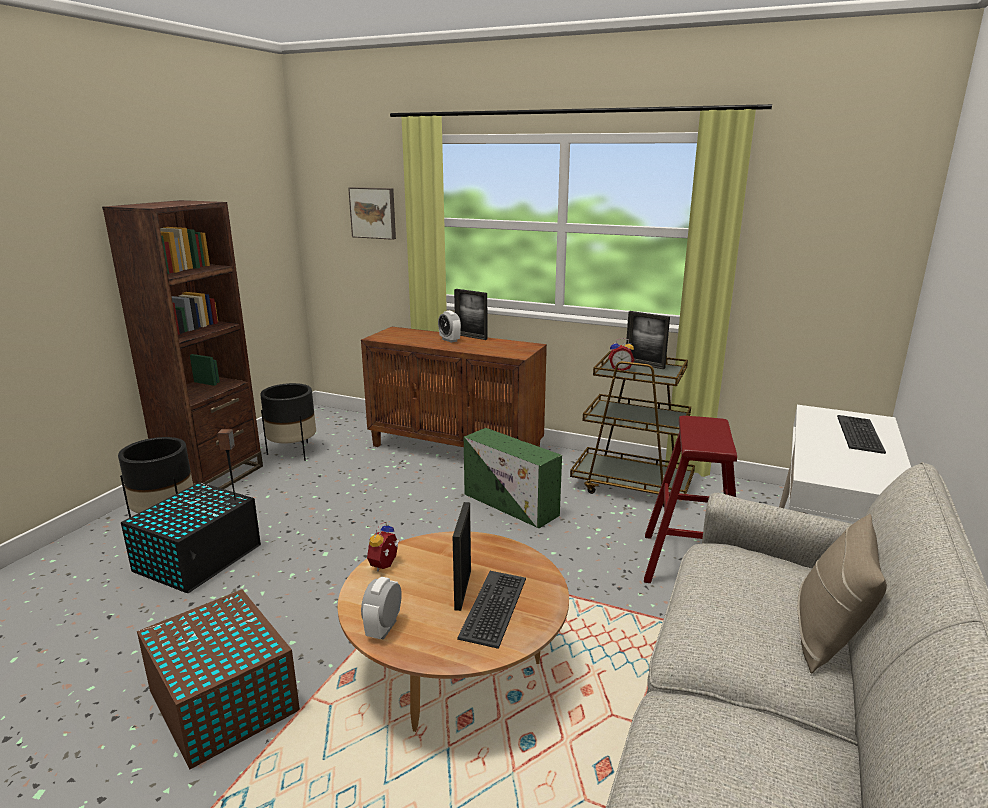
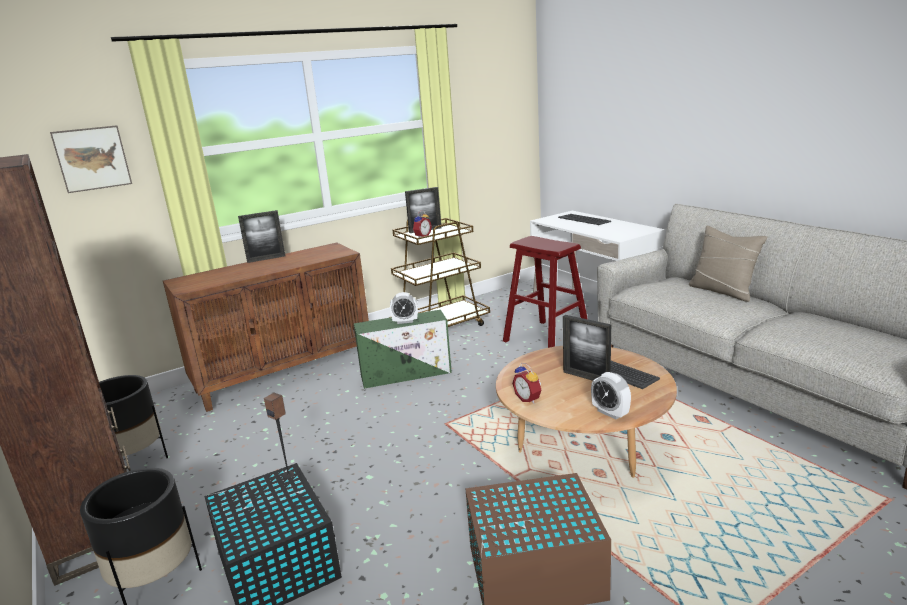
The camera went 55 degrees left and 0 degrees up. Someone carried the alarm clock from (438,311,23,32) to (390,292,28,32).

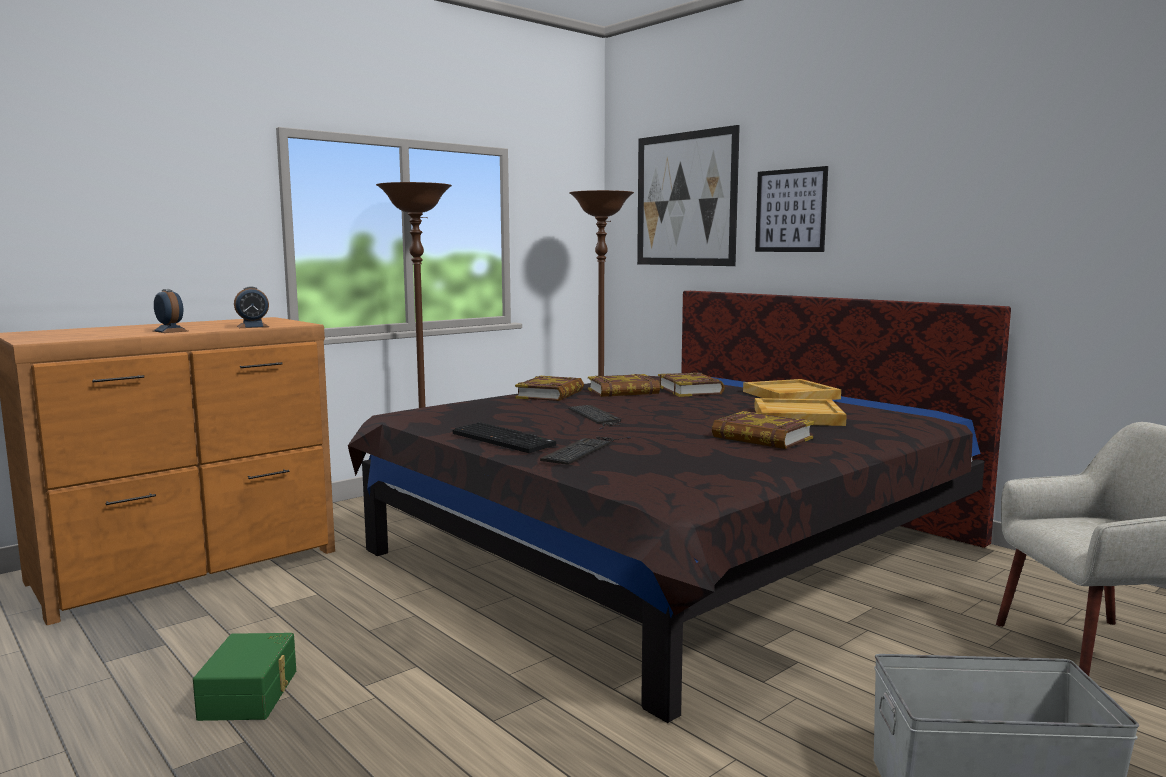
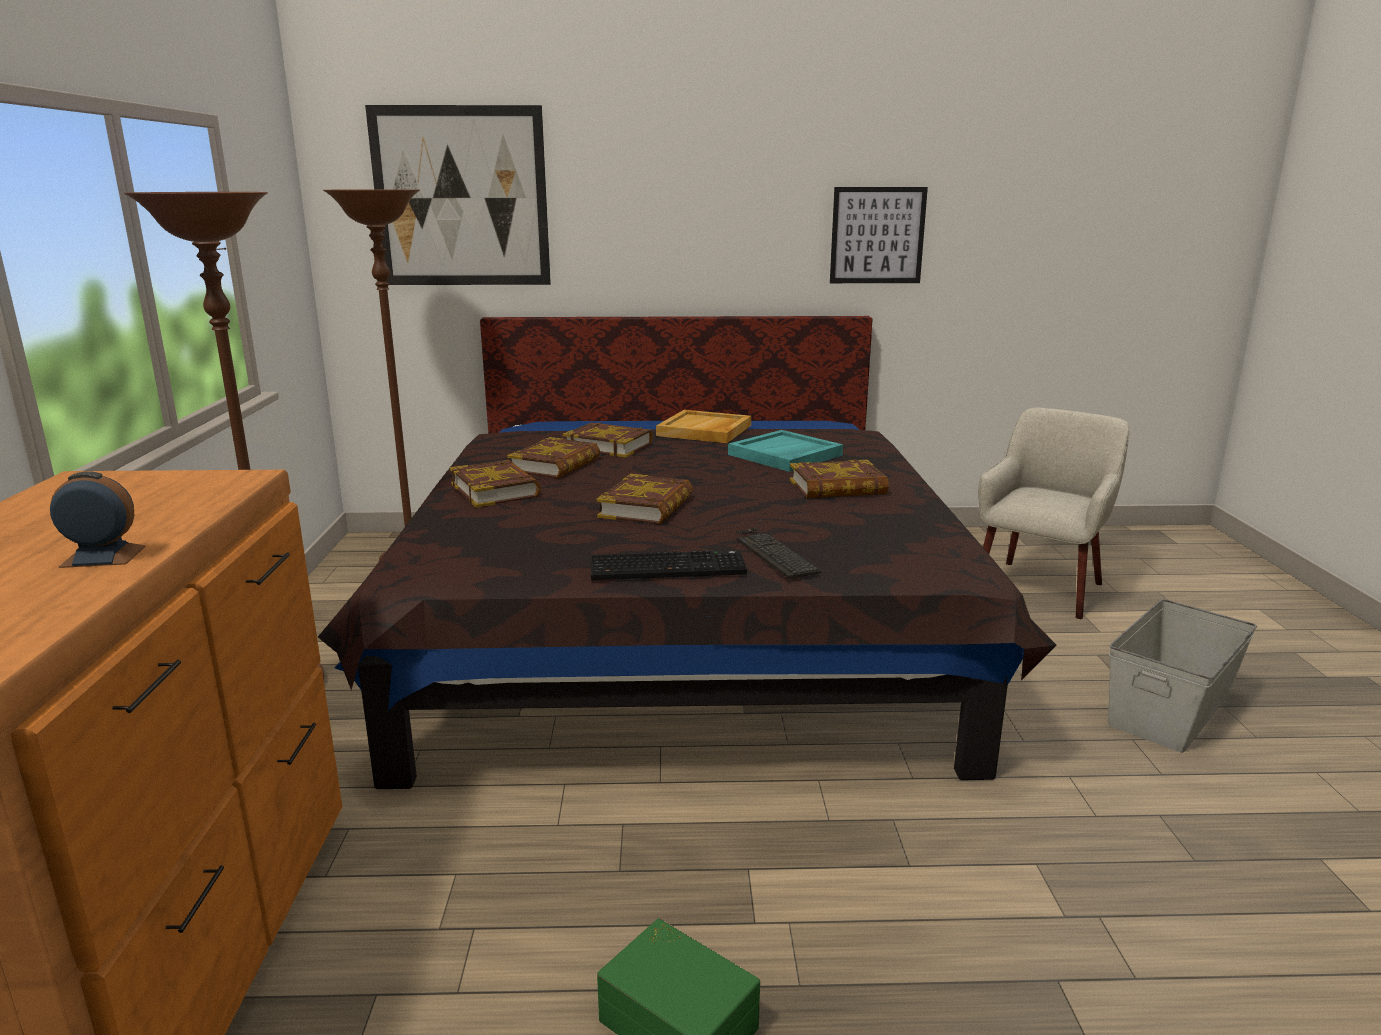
The camera went 50 degrees left and 10 degrees up. Someone took away the alarm clock at (234,287,35,41). Someone swapped the keyboard at (568,405,53,24) for the book at (596,474,97,50). Someone repainted the tray (beige) at (754,398,93,28), which became the tray (turquoise) at (728,430,115,42). Someone carried the picture from (755,166,73,86) to (830,187,98,96).

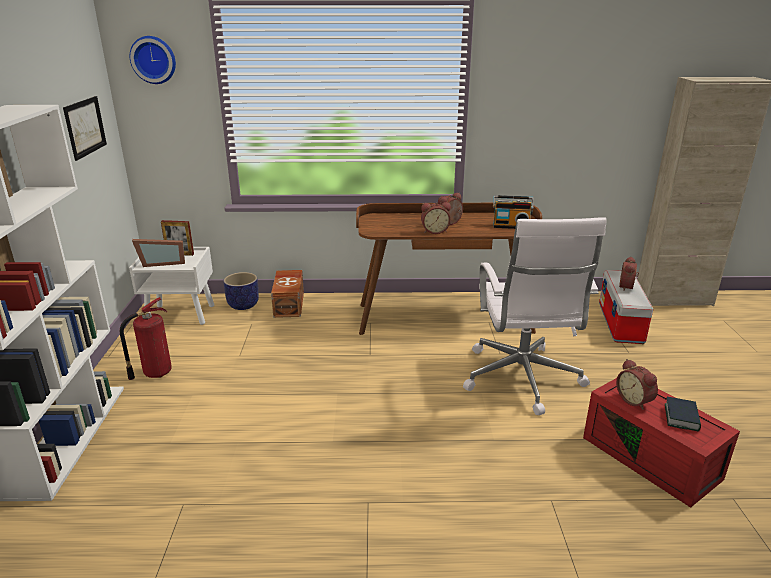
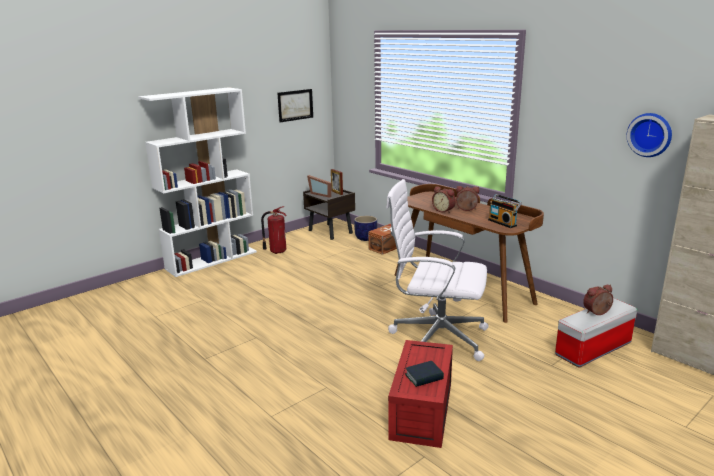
The camera went 50 degrees right and 5 degrees down. Someone repainted the nightstand (white) at (129,247,85,78), which became the nightstand (brown) at (303,189,52,51). Someone carried the wall clock from (130,36,46,48) to (627,113,45,44). Someone rotated the office chair (white) at (463,217,144,198) by 60 degrees clockwise. Someone took away the alarm clock at (616,359,42,51).

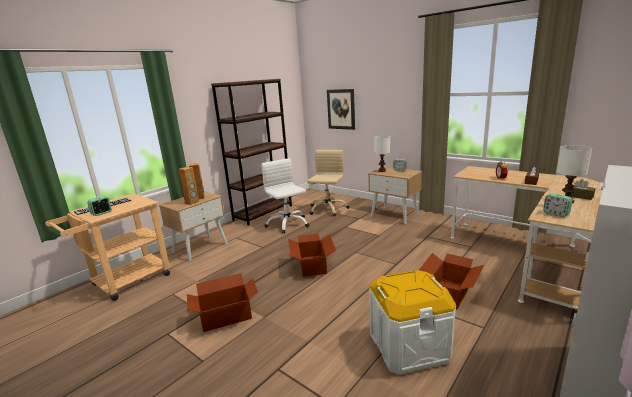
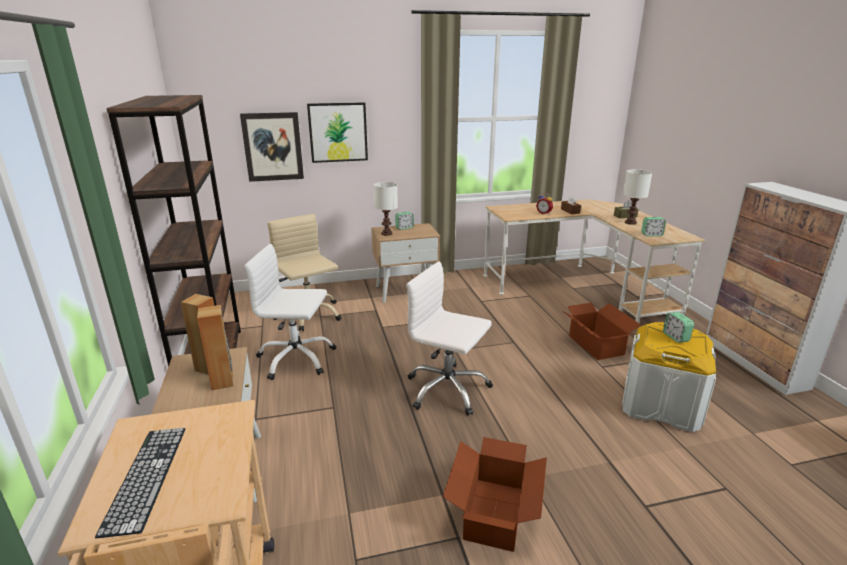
The camera went 55 degrees left and 5 degrees up. Someone carried the alarm clock from (87,196,25,20) to (663,312,31,31). Someone swapped the cardboard box at (288,233,48,44) for the office chair (white) at (406,261,87,155). Someone put up the picture at (307,102,61,61).

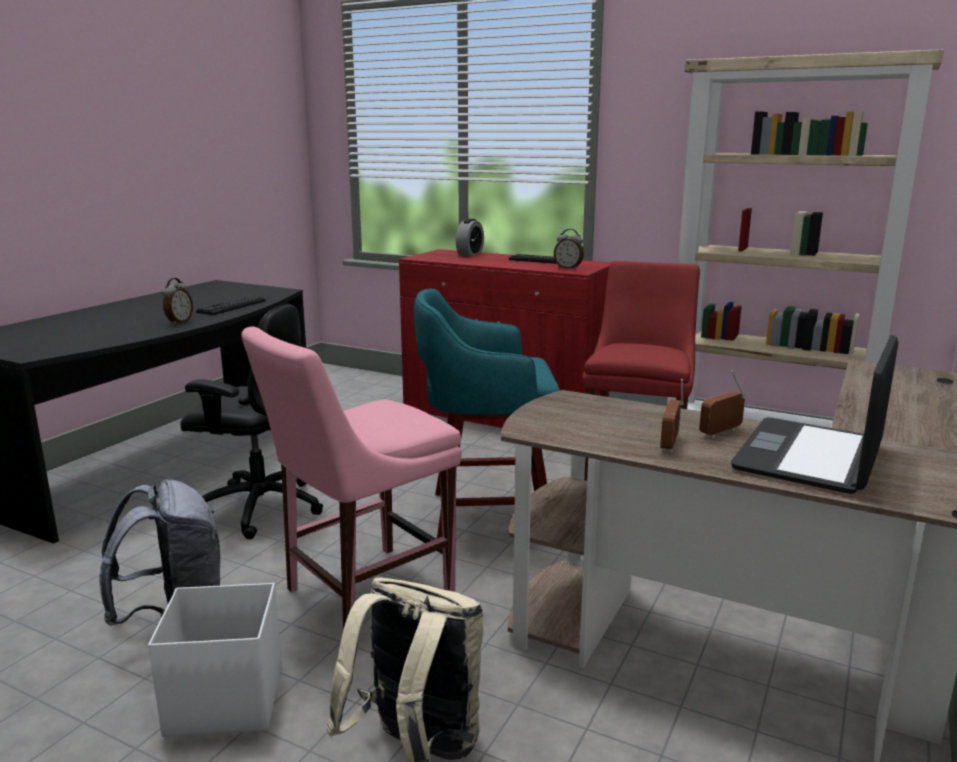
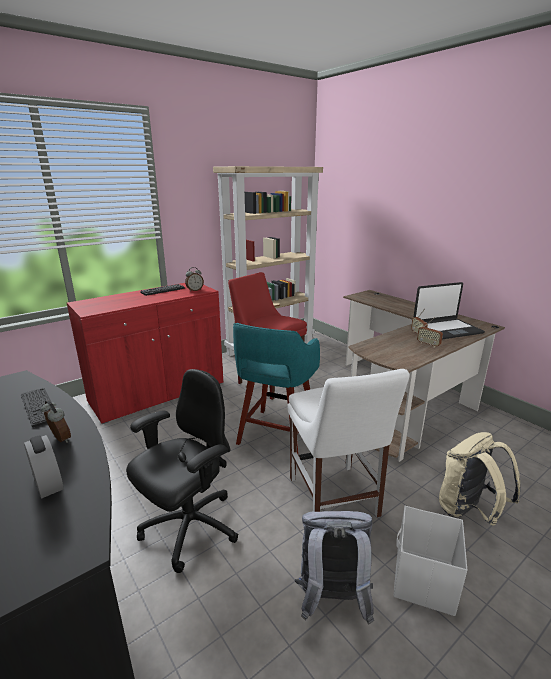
The camera went 65 degrees left and 5 degrees up. Someone repainted the chair (pink) at (241,327,221,303), which became the chair (white) at (287,369,123,148). Someone carried the alarm clock from (456,219,28,37) to (24,435,40,63). Someone rotated the laptop at (731,335,167,159) by 75 degrees counterclockwise.

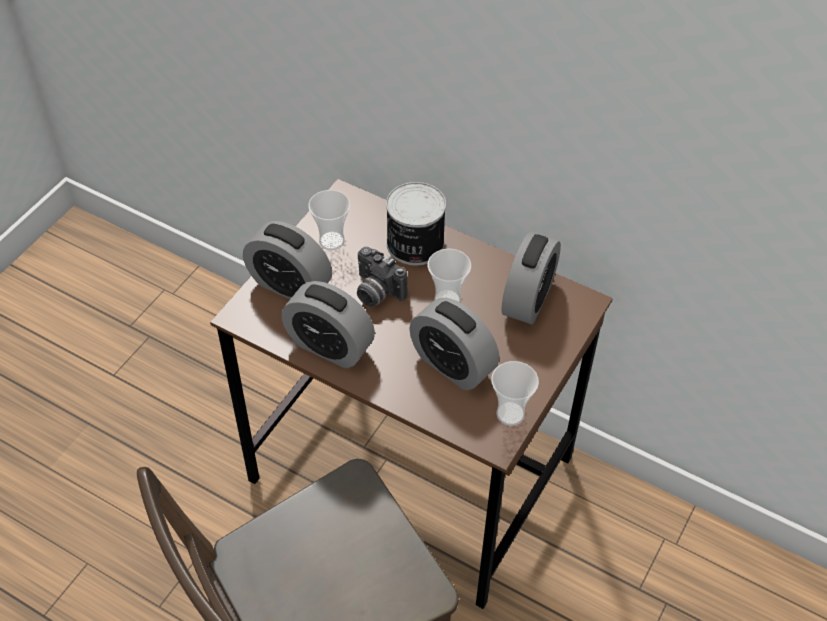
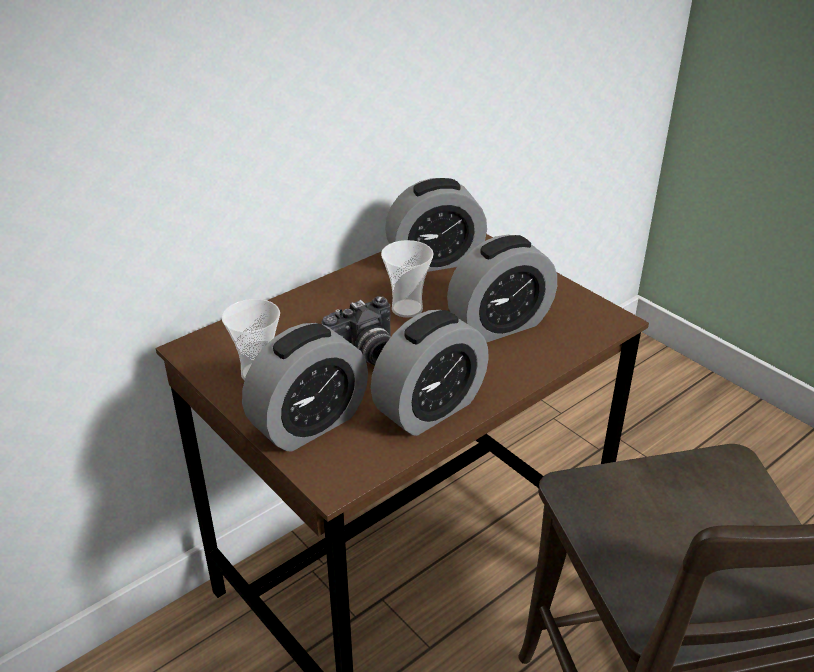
The camera went 70 degrees left and 15 degrees down. Someone took away the can at (386,182,60,84). Someone took away the cup at (491,361,48,65). Someone rotated the alarm clock at (501,232,60,93) by 120 degrees clockwise.

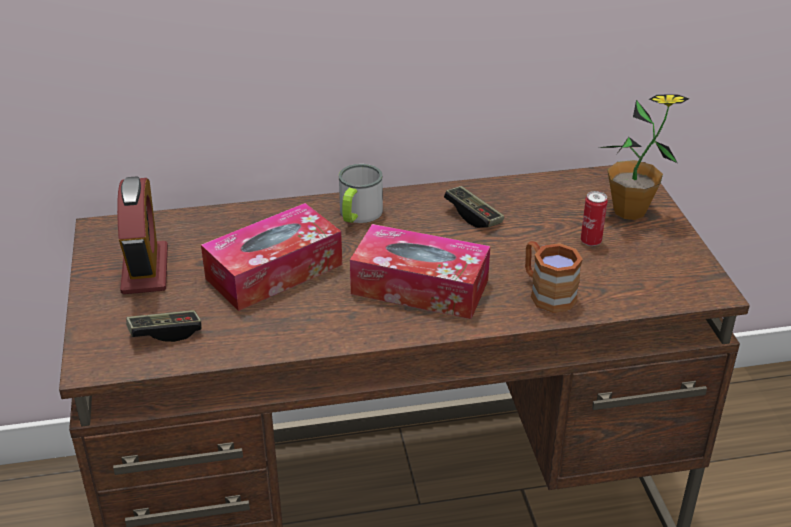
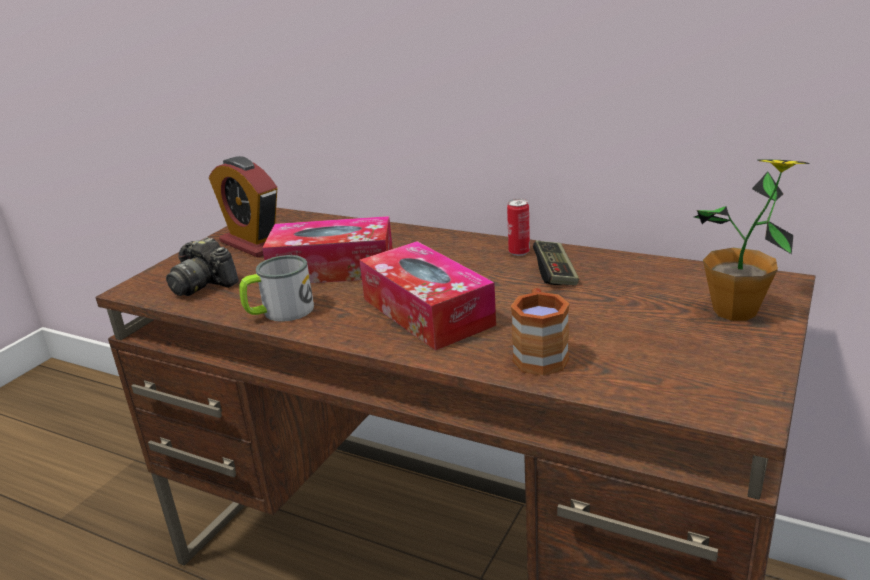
The camera went 40 degrees right and 10 degrees down. Someone rotated the alarm clock at (117,176,51,118) by 105 degrees clockwise. Someone swapped the game controller at (126,310,76,32) for the photo camera at (166,237,73,59). Someone carried the mug from (339,164,44,59) to (239,255,75,67). Someone carried the can from (581,191,26,55) to (507,199,23,57).

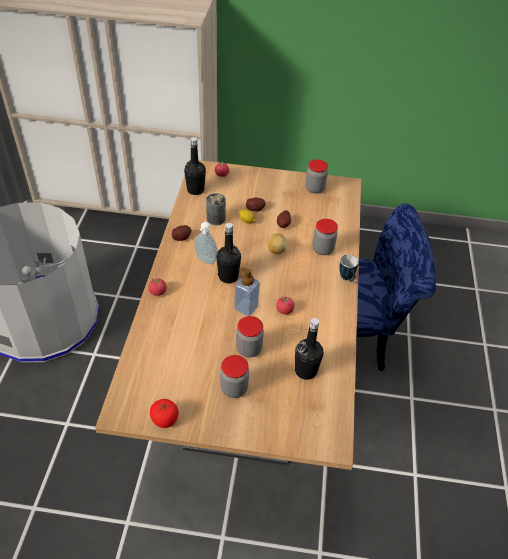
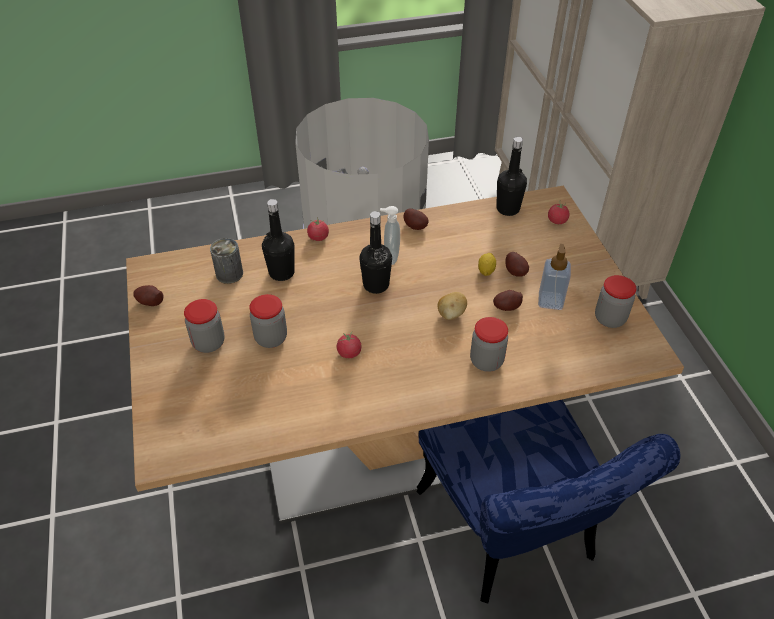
The camera went 70 degrees right and 0 degrees up. Someone swapped the tomato at (150,399,29,29) for the potato at (133,285,31,21). Someone carried the can from (206,193,20,32) to (210,238,33,46). Someone carried the soap dispenser from (234,267,26,49) to (538,244,33,66). Someone carried the bottle (black) from (295,318,28,62) to (262,199,33,82). Someone took away the mug at (340,254,19,28).

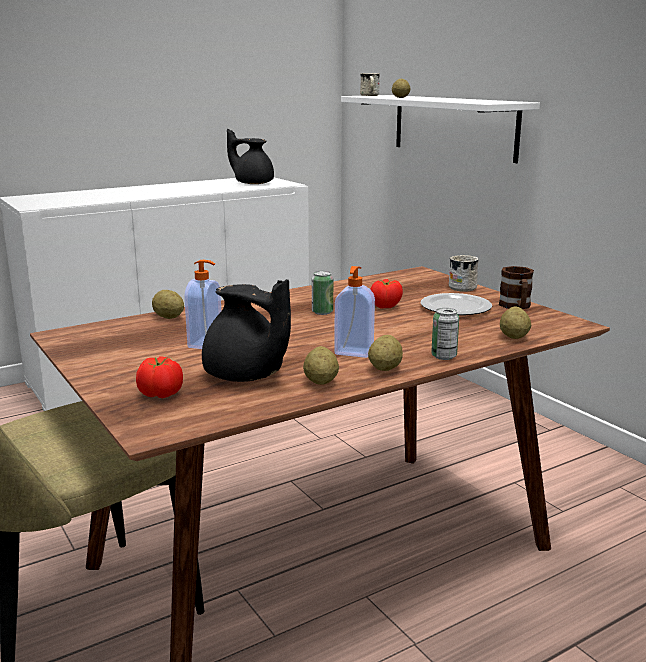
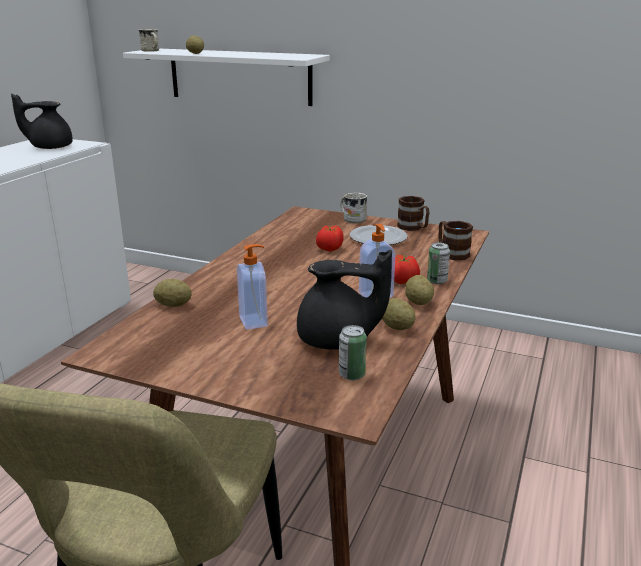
The camera went 35 degrees left and 5 degrees up. Someone carried the tomato from (136,356,47,42) to (394,254,26,31). Someone carried the can from (312,271,21,44) to (339,325,28,55). Someone swapped the potato at (500,307,31,32) for the mug (brown) at (438,221,35,40).

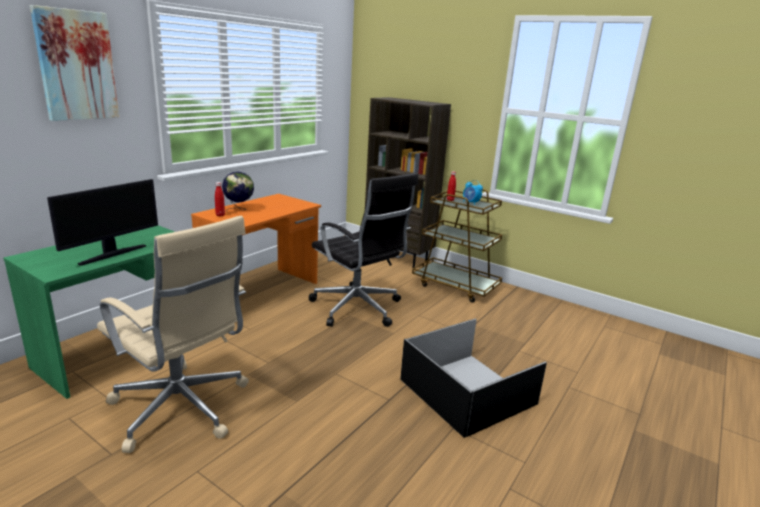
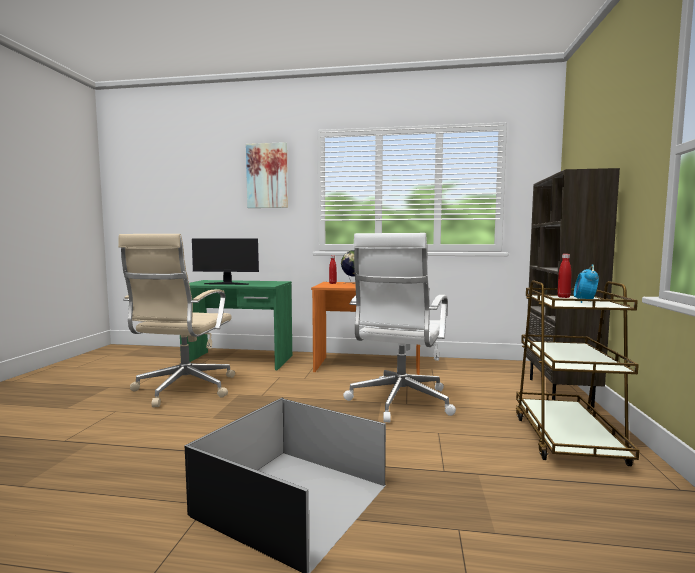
The camera went 65 degrees right and 15 degrees down. Someone repainted the office chair (black) at (309,173,109,154), which became the office chair (white) at (343,233,113,190).

